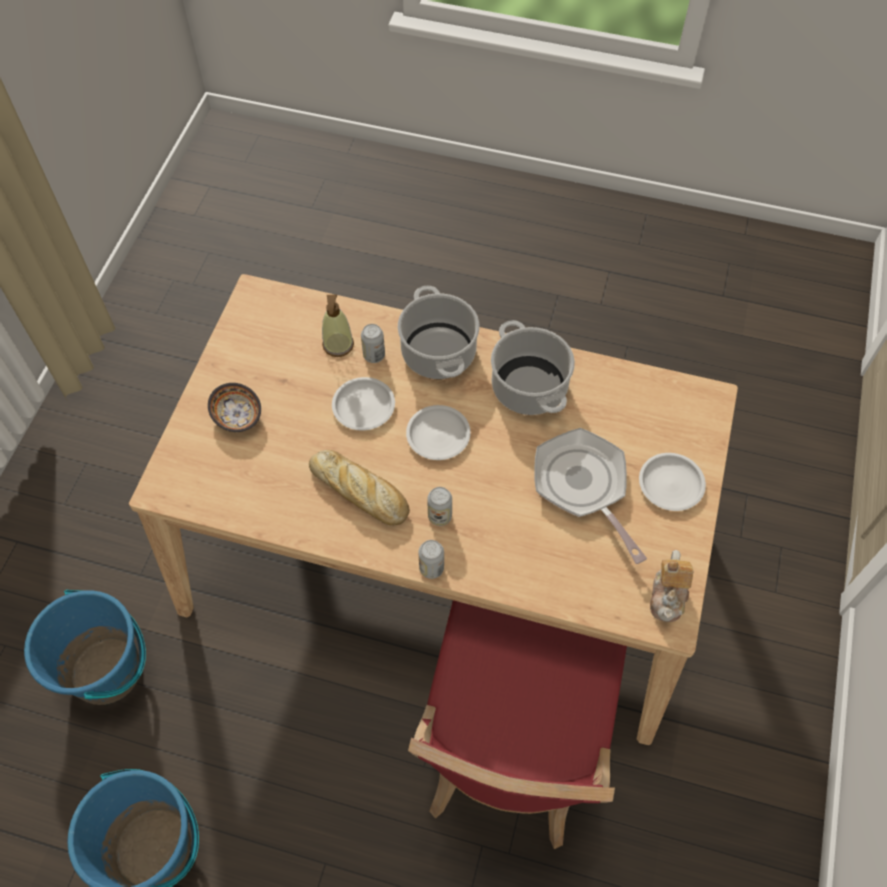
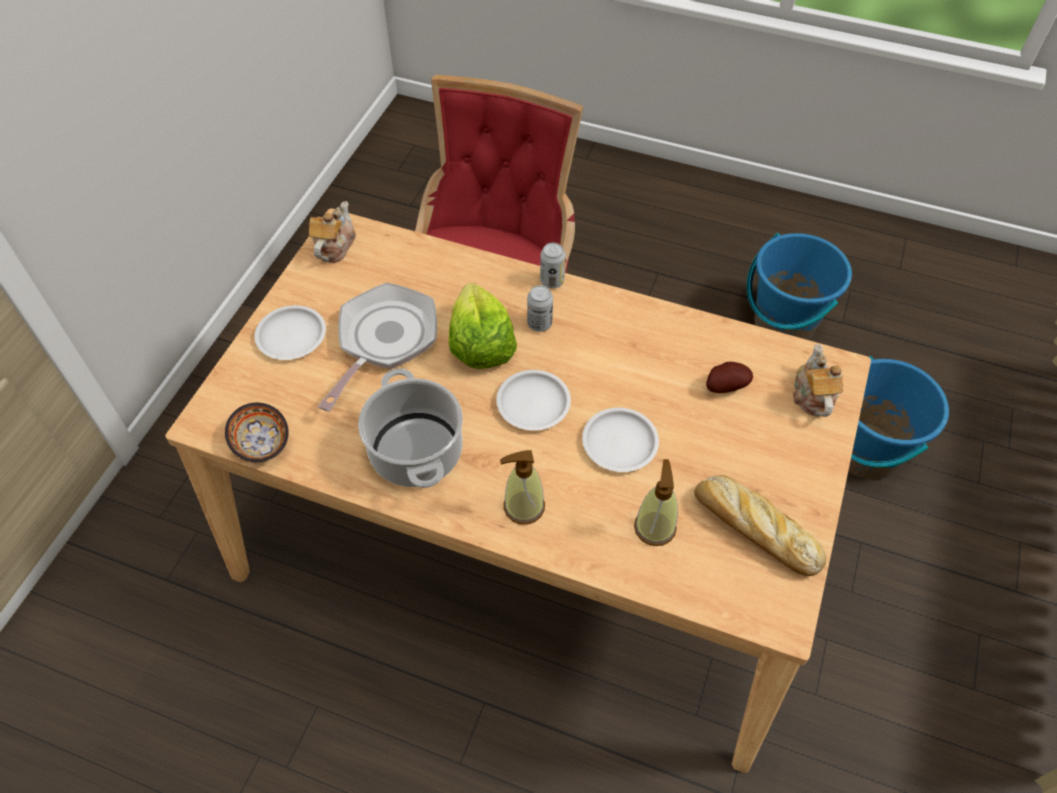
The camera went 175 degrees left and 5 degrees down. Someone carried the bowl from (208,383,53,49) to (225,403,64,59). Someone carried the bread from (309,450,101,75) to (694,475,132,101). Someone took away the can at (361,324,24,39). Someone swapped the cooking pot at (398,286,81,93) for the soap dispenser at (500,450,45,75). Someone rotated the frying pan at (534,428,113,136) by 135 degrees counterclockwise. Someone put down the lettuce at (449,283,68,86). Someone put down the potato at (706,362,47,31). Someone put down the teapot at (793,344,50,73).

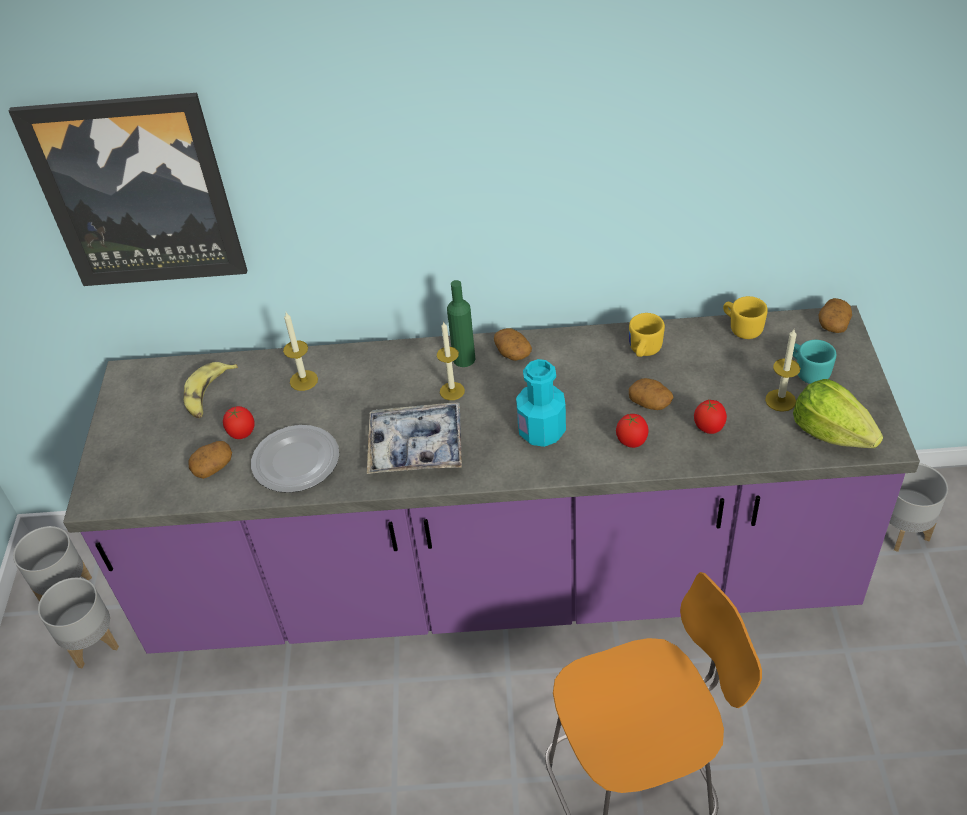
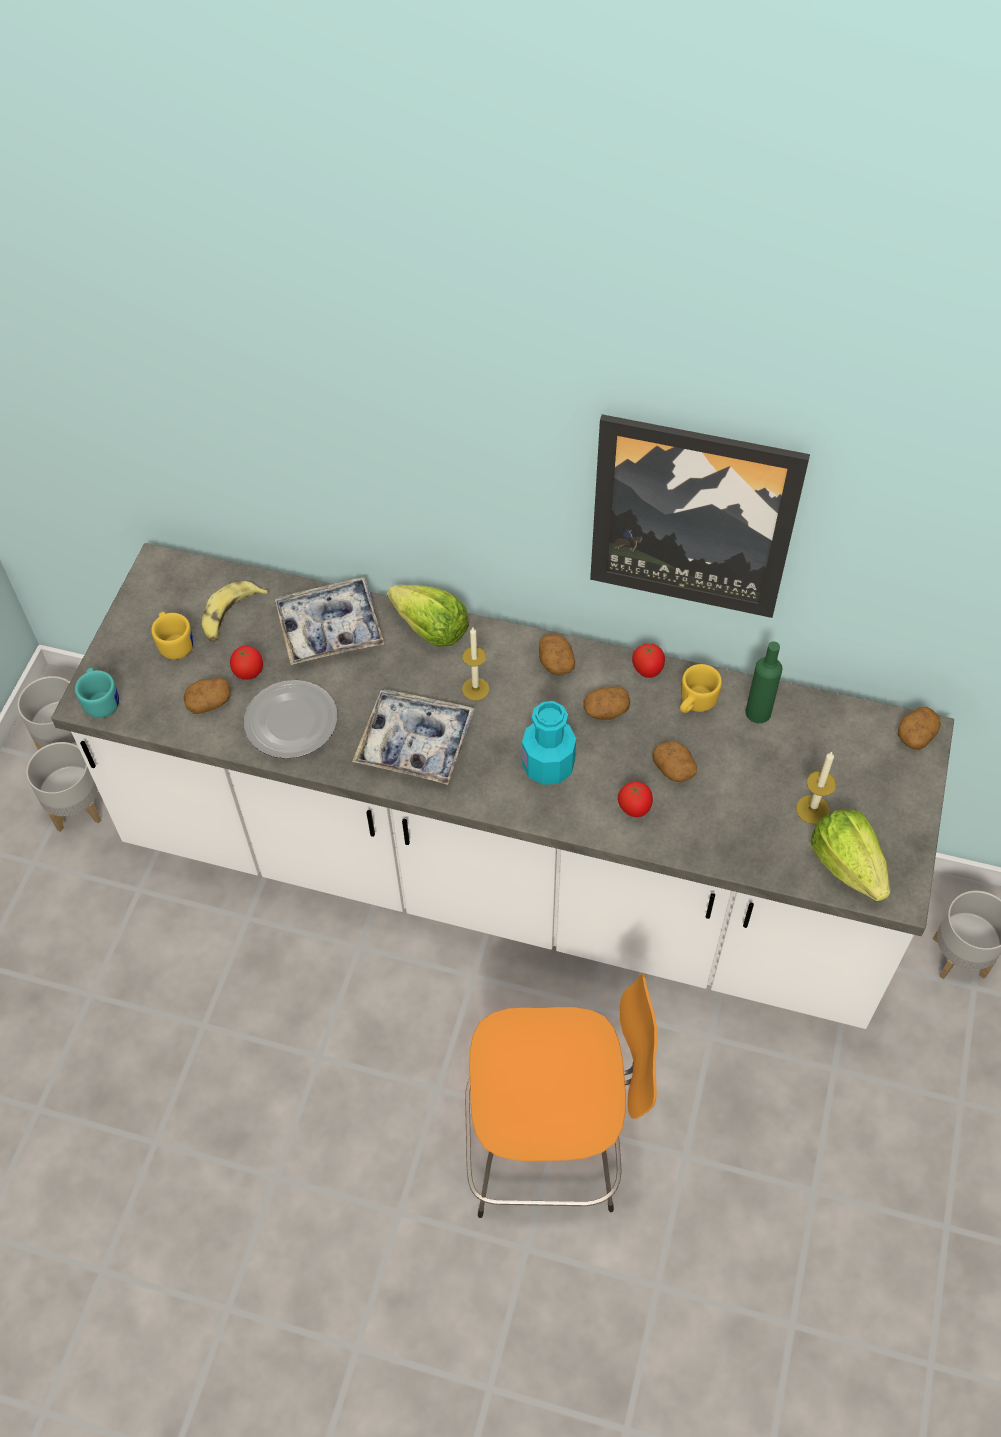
The camera went 15 degrees right and 10 degrees up. Someone carried the picture from (9,93,238,193) to (590,414,220,204). Someone repainted the counter (purple) at (63,305,857,349), which became the counter (white) at (51,543,903,486). Someone swapped the candle at (283,312,35,79) for the tray at (275,577,109,88). Someone carried the bottle (green) from (447,280,28,87) to (745,641,38,82). Someone carried the tomato from (694,400,33,34) to (632,643,33,35). Someone carried the mug (yellow) from (723,296,45,43) to (151,612,42,48). Someone carried the mug (turquoise) from (793,340,43,44) to (75,668,44,50). Someone put down the lettuce at (387,585,82,62). Someone put down the potato at (583,687,47,33).

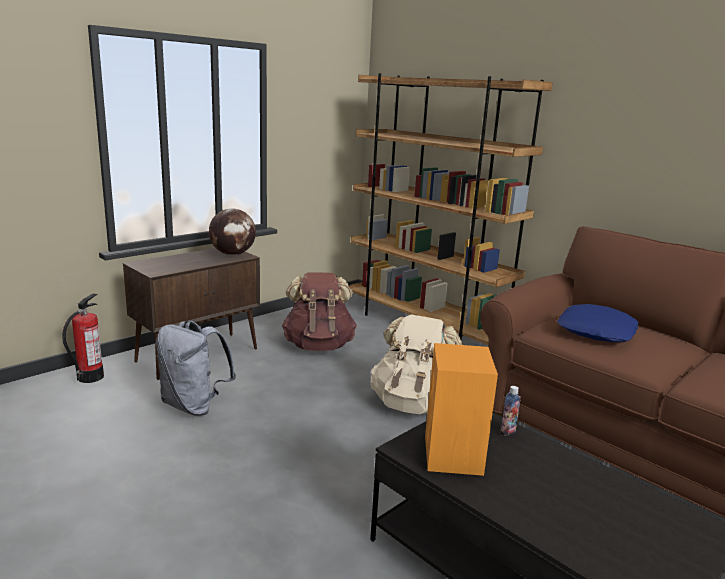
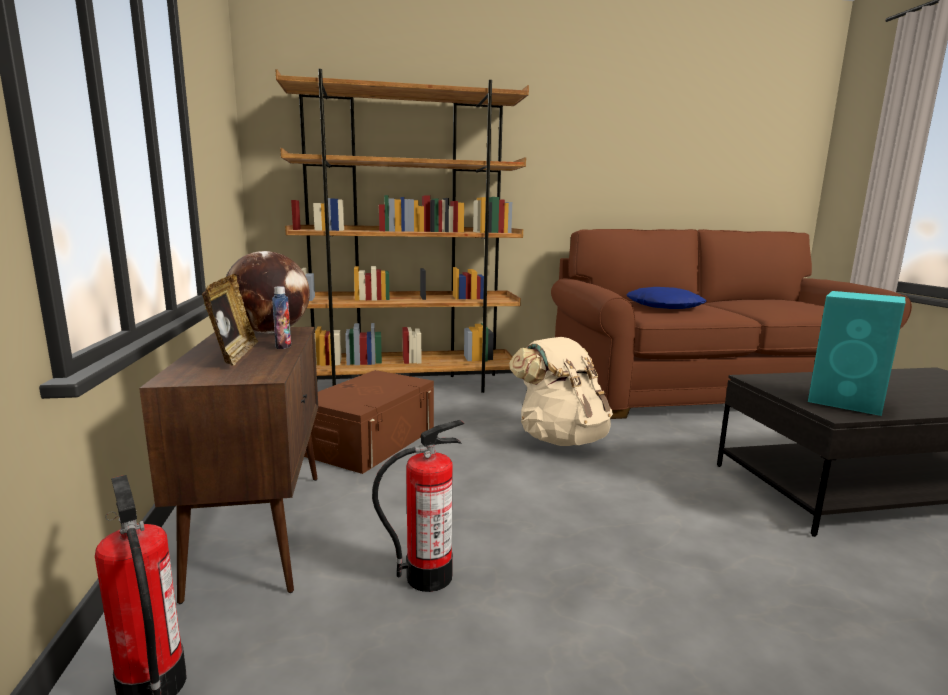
The camera went 55 degrees left and 5 degrees down. Someone swapped the backpack (grey) at (156,321,80,95) for the fire extinguisher at (372,420,92,172). Someone swapped the backpack (brown) at (282,273,75,78) for the storage box (brown) at (304,370,130,104). Someone repainted the speaker (orange) at (425,343,73,133), which became the speaker (turquoise) at (808,291,97,125). Someone carried the bottle from (500,386,21,50) to (272,287,19,62). Someone put down the picture frame at (202,274,56,92).

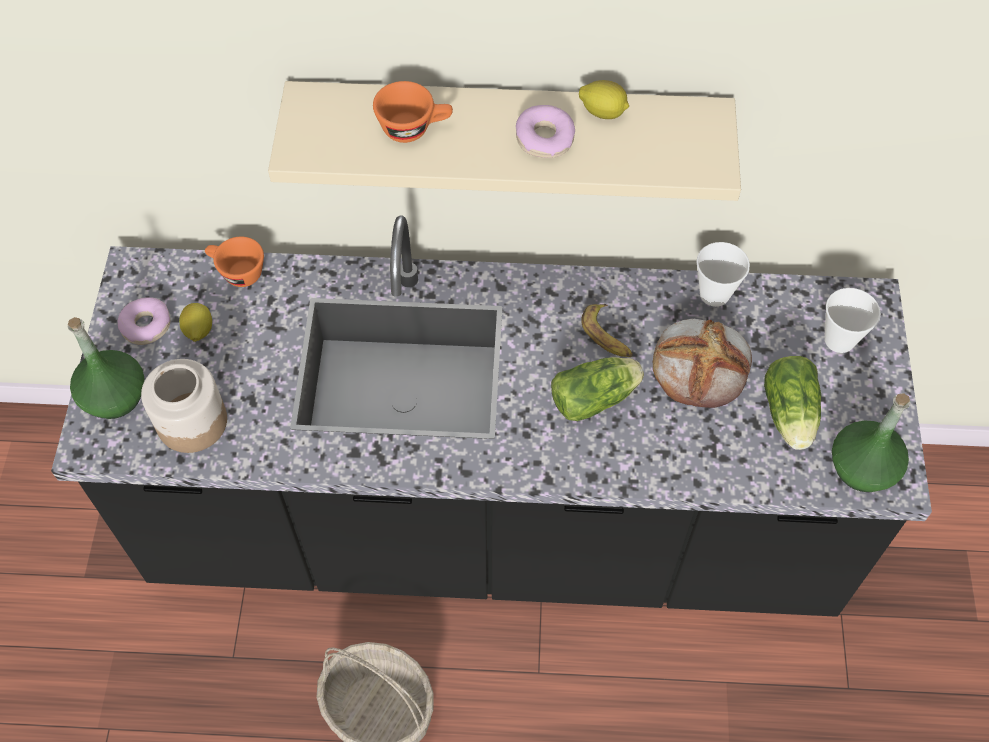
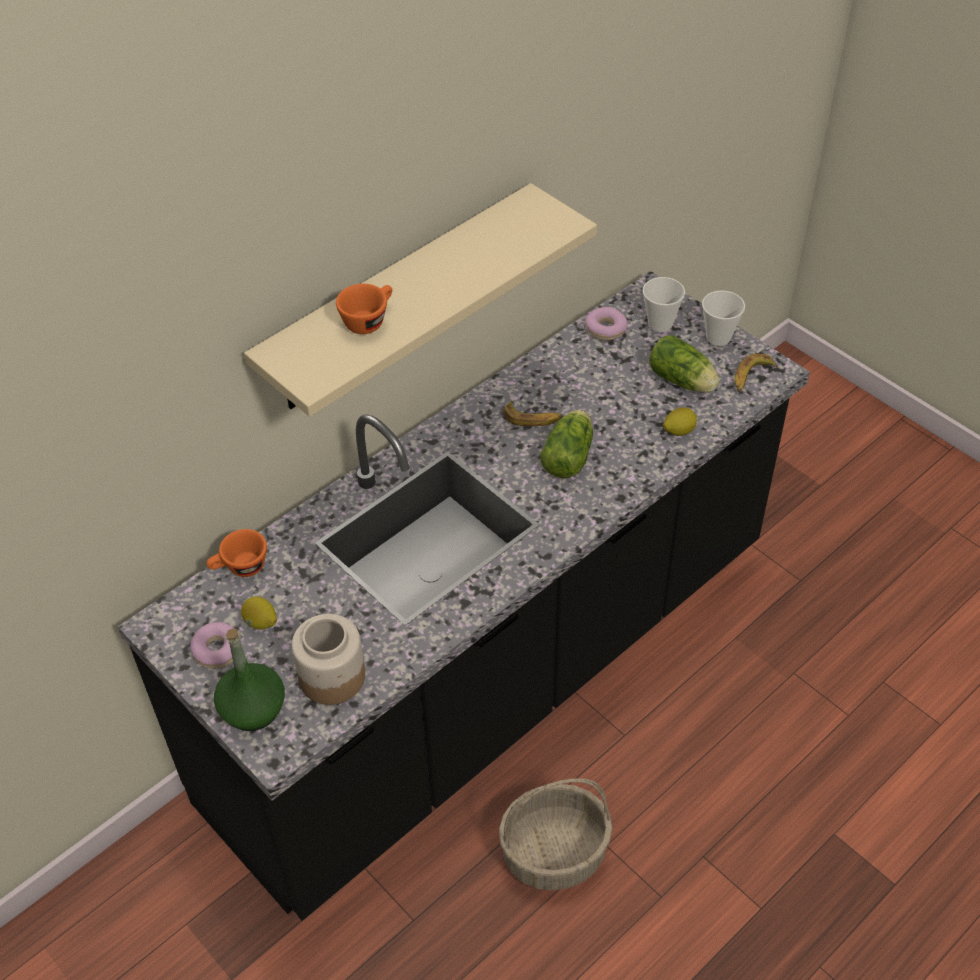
The camera went 45 degrees left and 10 degrees down. Someone carried the donut from (516,105,59,53) to (585,307,43,34). Someone carried the lemon from (579,80,50,39) to (663,407,34,29). Someone took away the bread at (653,319,99,89). Someone carried the cup from (696,242,54,65) to (702,290,43,56). Someone swapped the bottle (green) at (832,393,78,99) for the banana at (735,354,43,38).

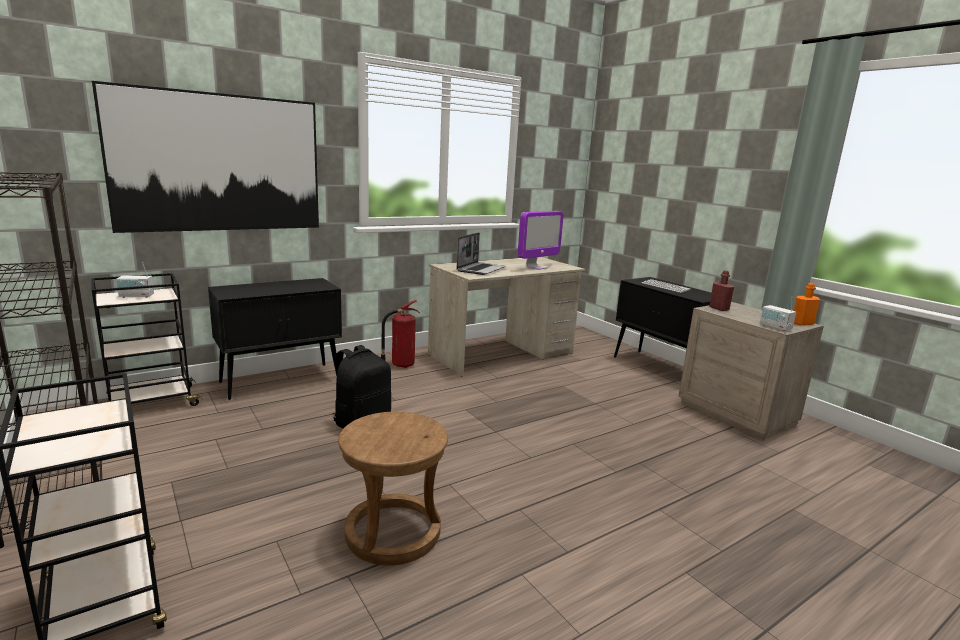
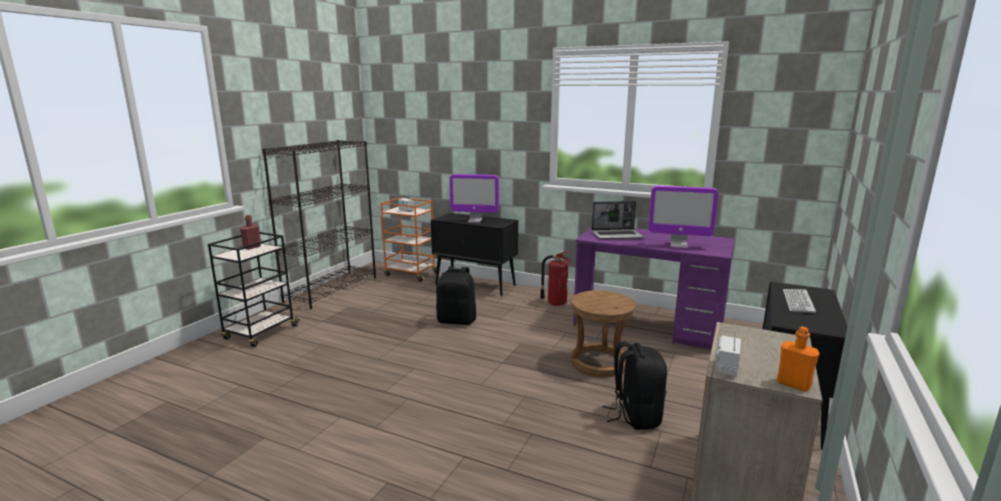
The camera went 60 degrees right and 0 degrees up. Someone took away the picture at (92,81,227,152). Someone repainted the cart (black) at (92,273,111,133), which became the cart (orange) at (381,198,59,84). Someone carried the stool (brown) from (338,412,110,153) to (571,290,65,87). Someone repainted the desk (beige) at (428,257,157,119), which became the desk (purple) at (573,227,162,122). Someone carried the bottle (red) from (710,270,24,41) to (240,215,21,34). Someone put down the monitor at (449,174,50,49). Someone put down the backpack (black) at (602,342,65,88).

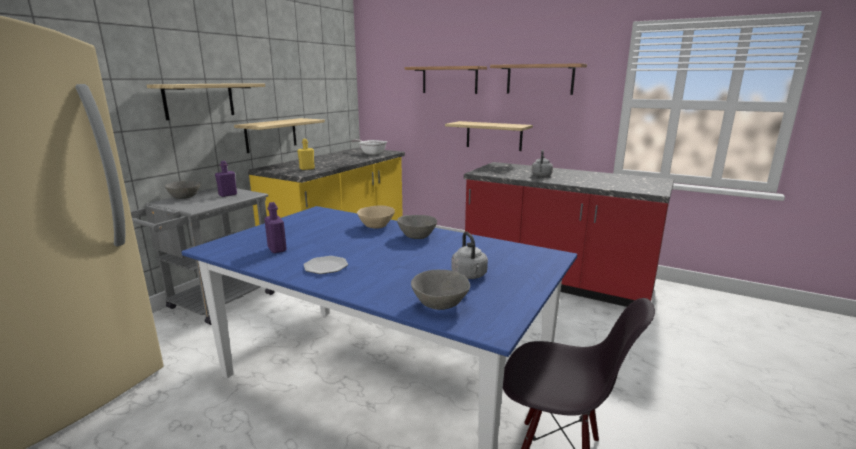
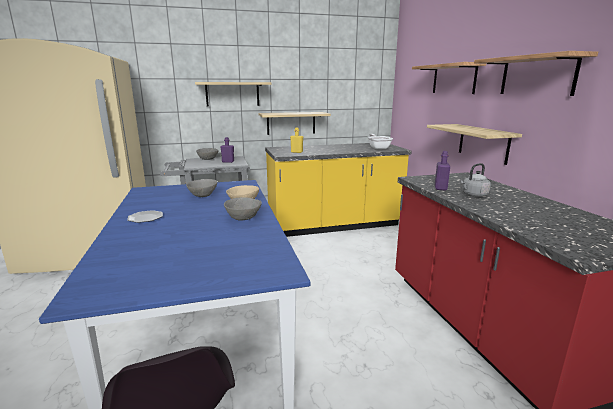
The camera went 45 degrees right and 0 degrees up. Someone carried the bottle (purple) from (264,202,23,51) to (435,151,15,39). Someone carried the bowl (grey) from (411,270,59,40) to (186,179,31,18). Someone took away the kettle (grey) at (451,232,37,47).

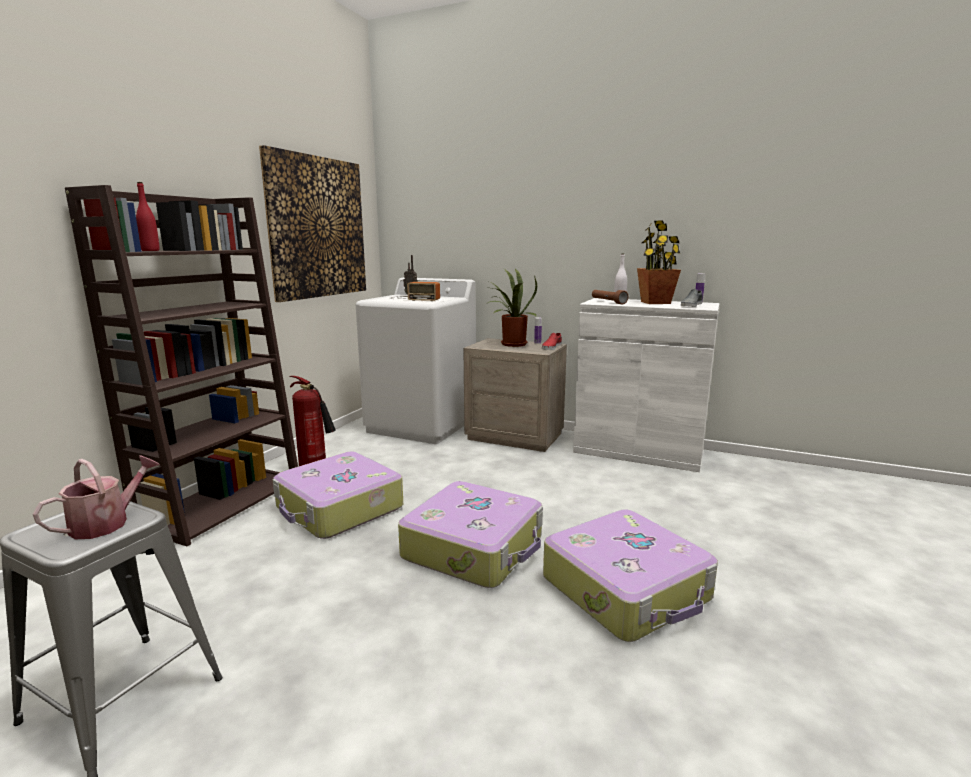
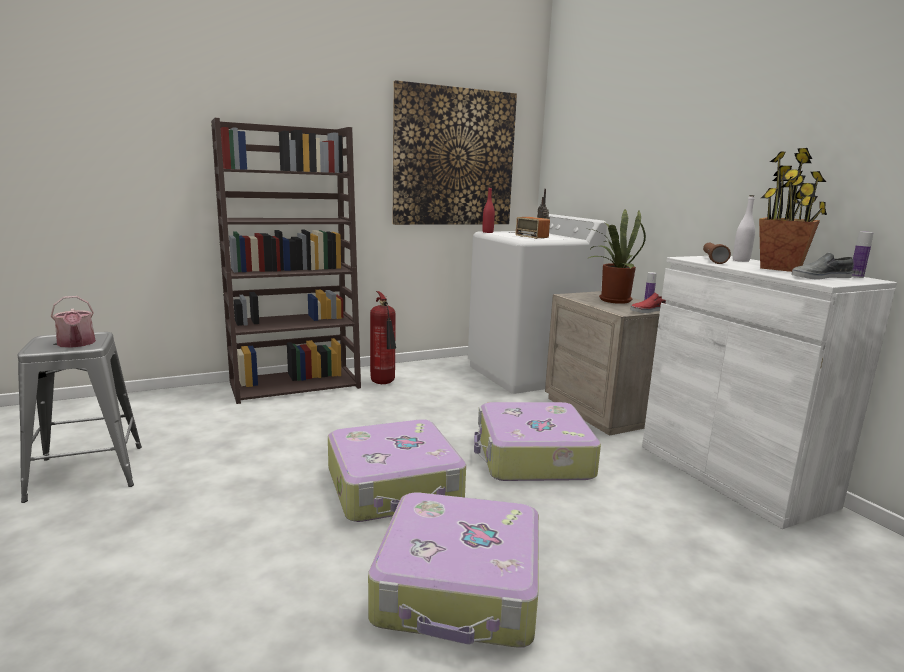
The camera went 40 degrees right and 0 degrees up. Someone rotated the watering can at (33,455,127,84) by 75 degrees clockwise. Someone carried the bottle (red) from (136,182,23,69) to (482,187,13,46). Someone carried the suitcase from (273,451,130,88) to (474,402,127,79).

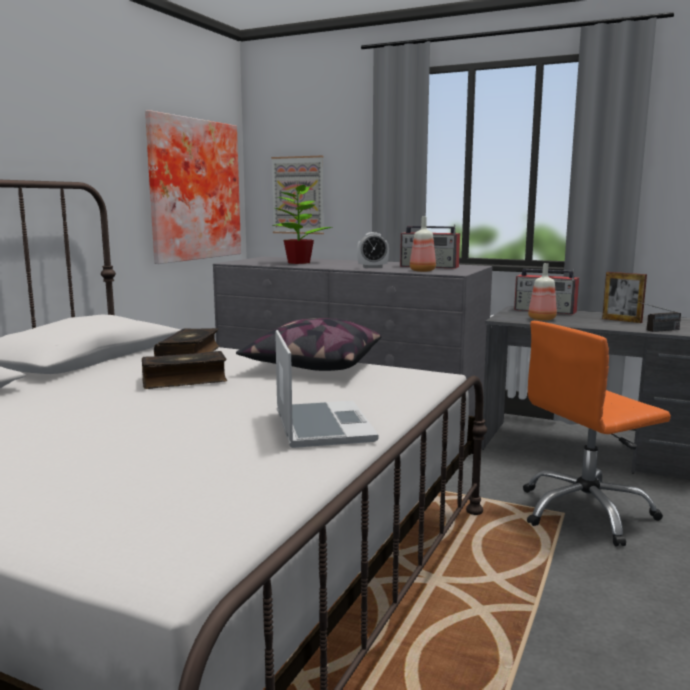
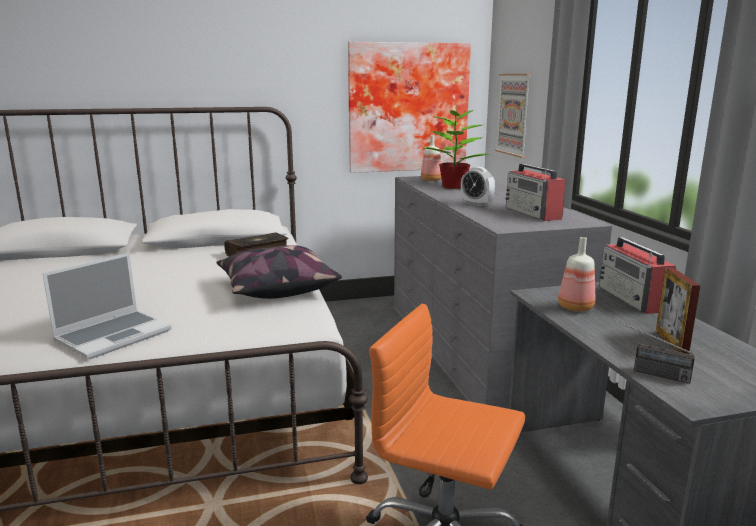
The camera went 50 degrees right and 5 degrees up. Someone took away the book at (142,351,85,38). Someone carried the bottle from (410,217,26,55) to (421,135,20,46).

